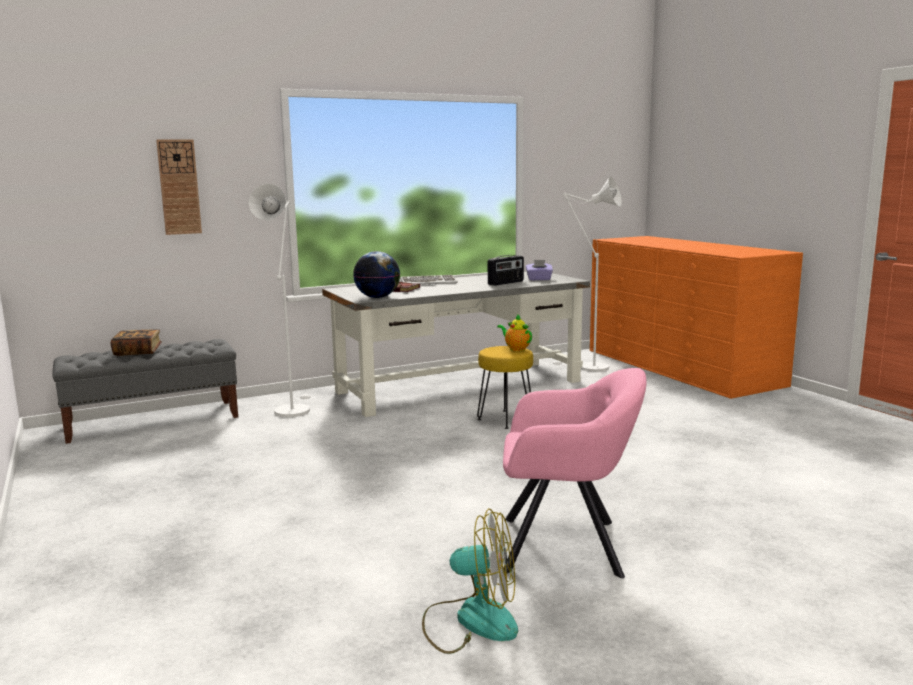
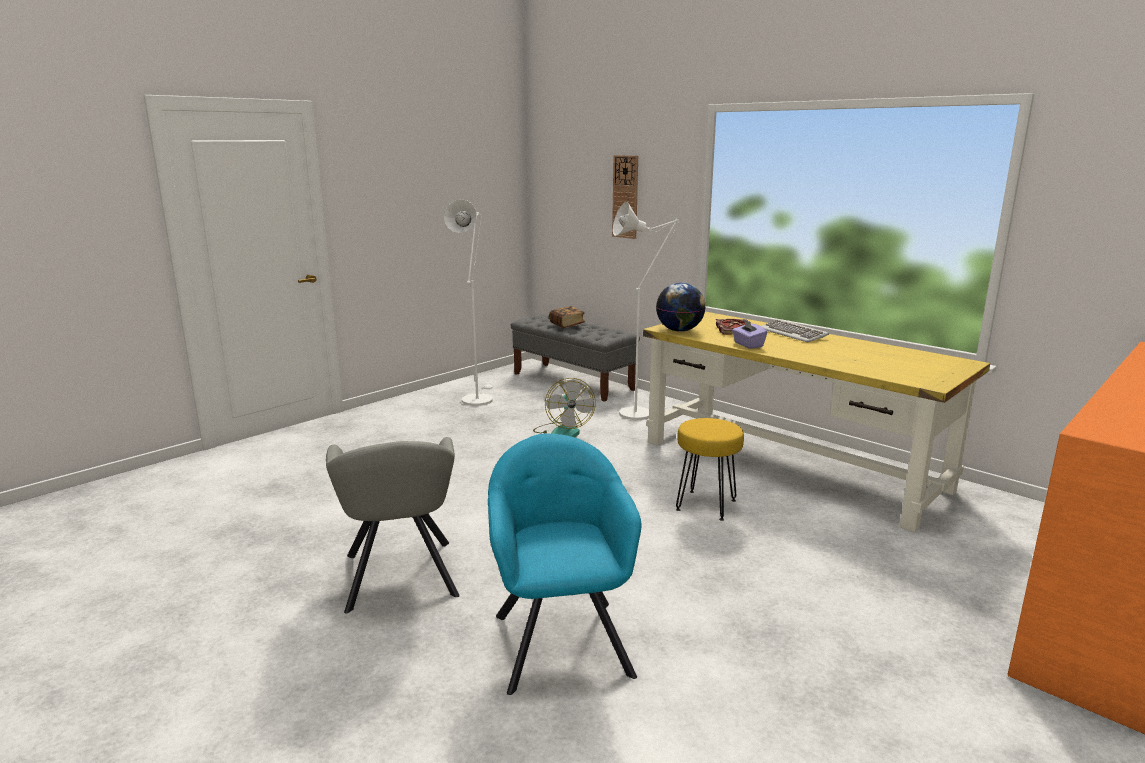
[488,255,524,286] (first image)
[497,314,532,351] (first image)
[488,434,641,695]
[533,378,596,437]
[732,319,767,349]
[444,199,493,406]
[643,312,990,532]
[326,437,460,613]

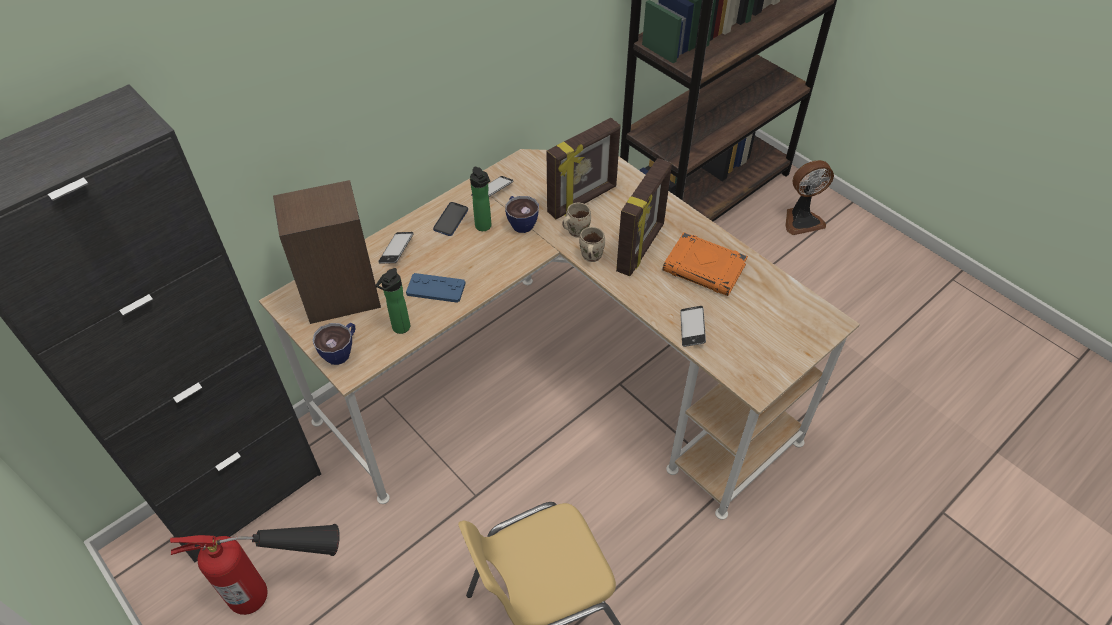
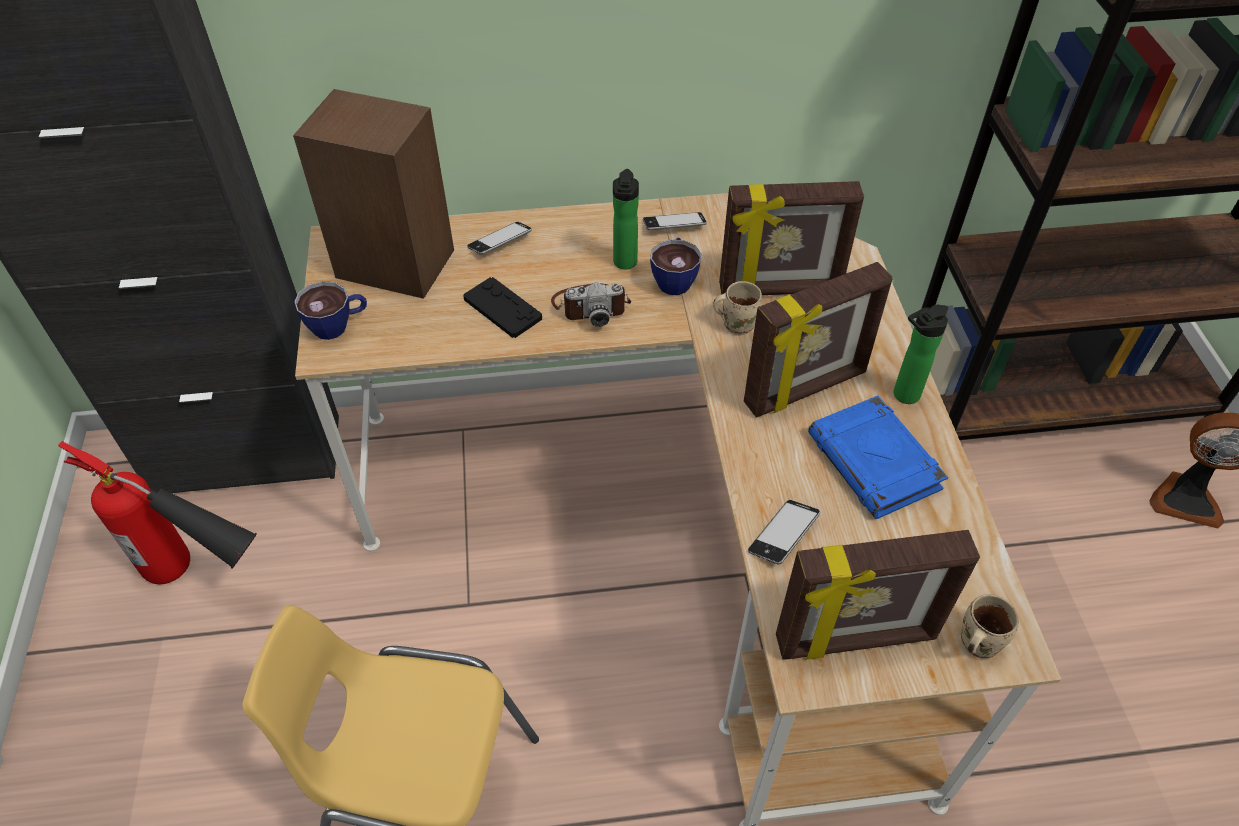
[433,202,468,236] (first image)
[551,282,631,327]
[776,530,980,660]
[893,305,948,404]
[961,594,1019,659]
[463,277,542,338]
[808,396,948,519]

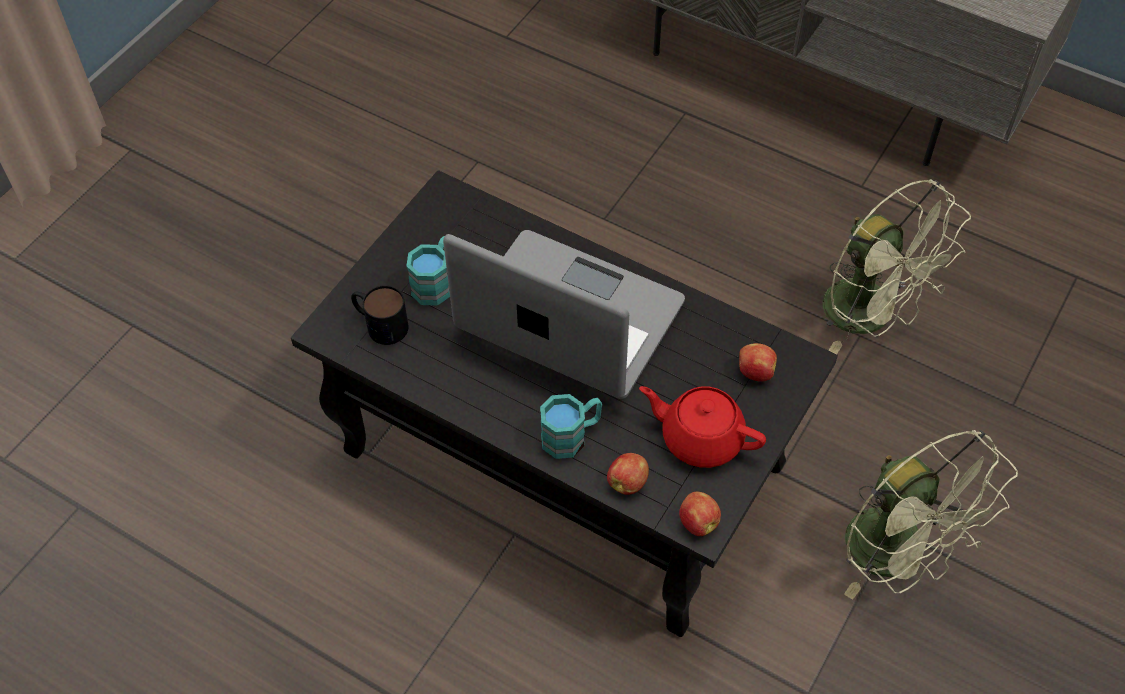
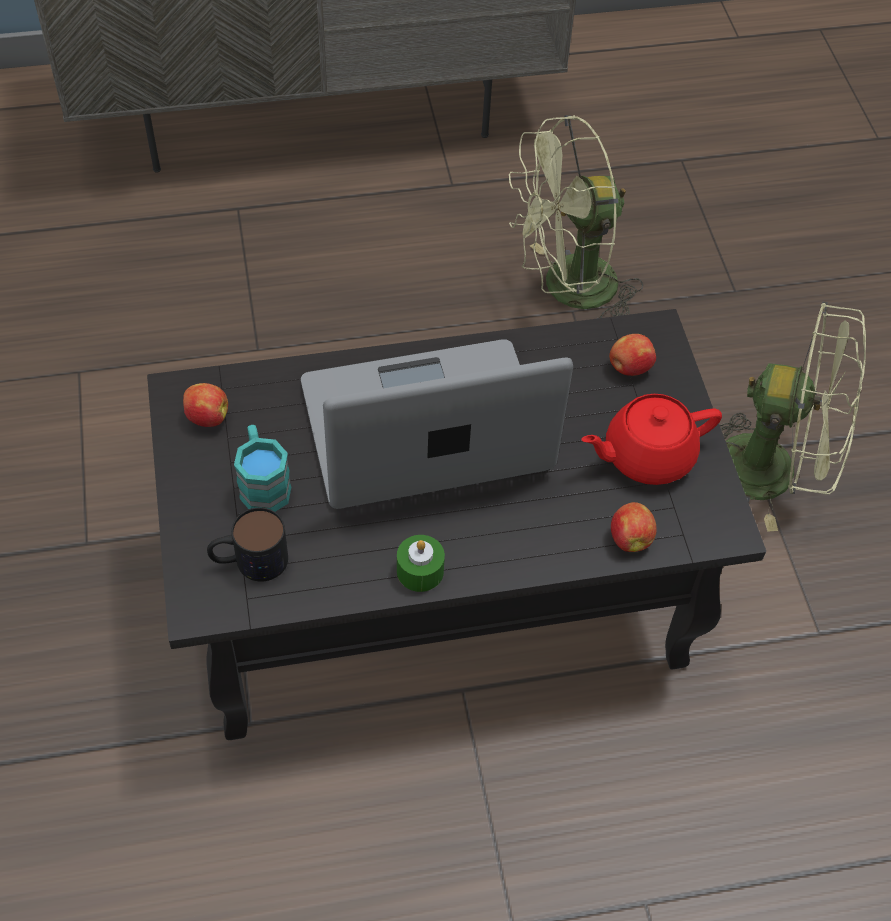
[540,394,602,459] (first image)
[397,535,445,592]
[183,383,228,427]
[509,115,643,319]

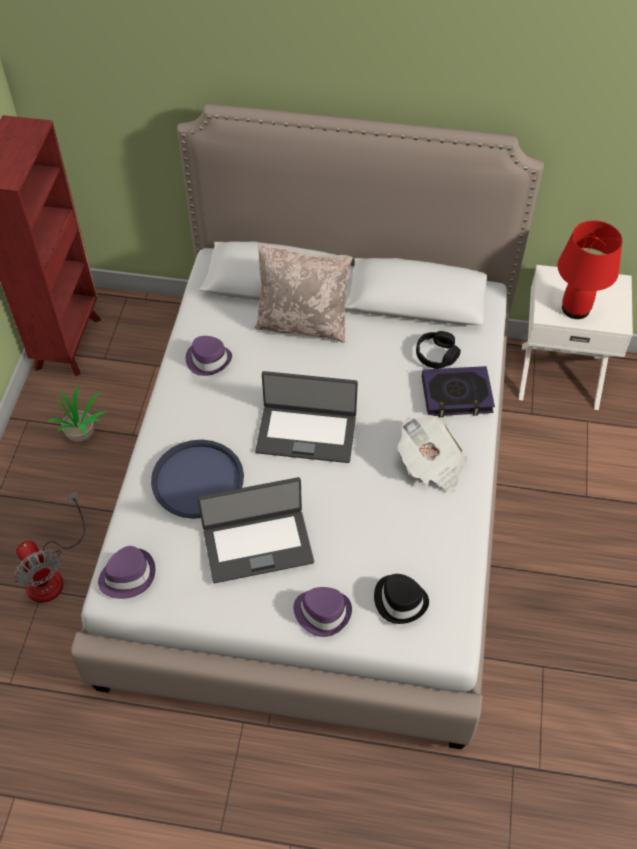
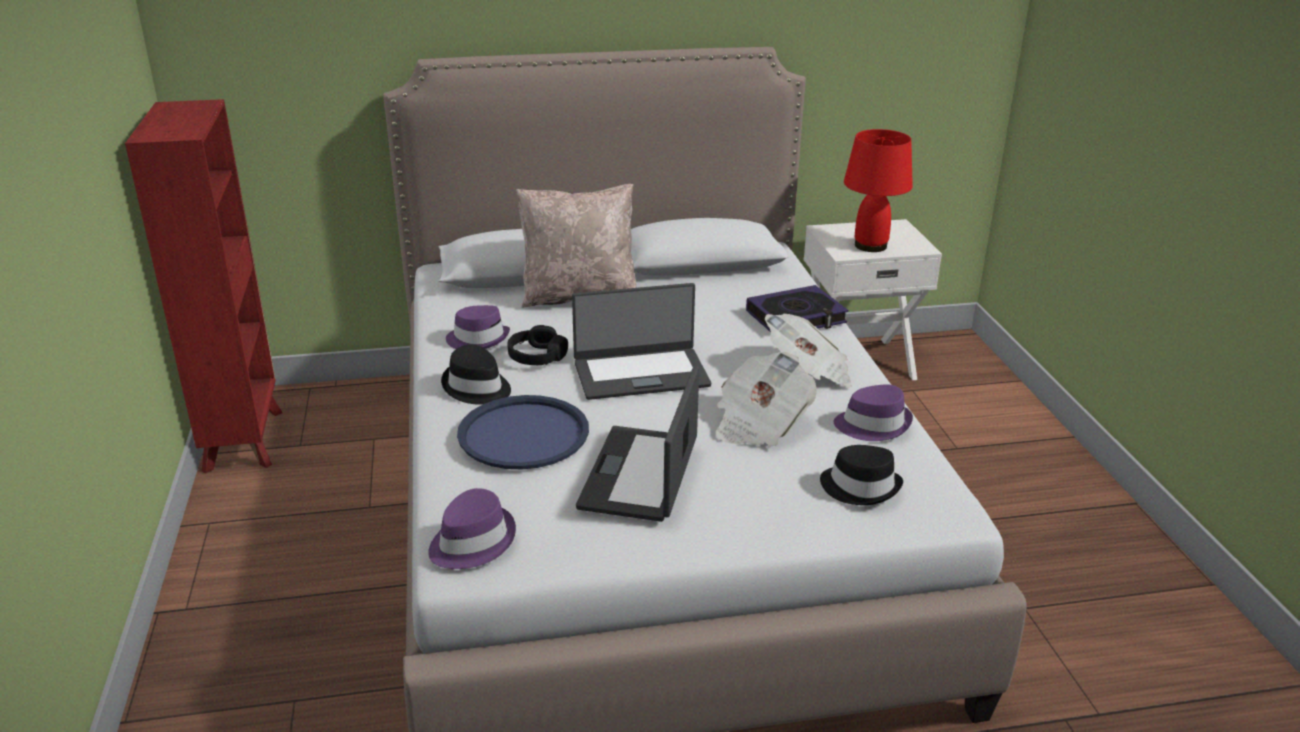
[14,492,85,603] (first image)
[48,383,107,442] (first image)
[441,344,511,405]
[716,352,817,447]
[834,384,913,441]
[508,325,568,365]
[576,365,699,522]

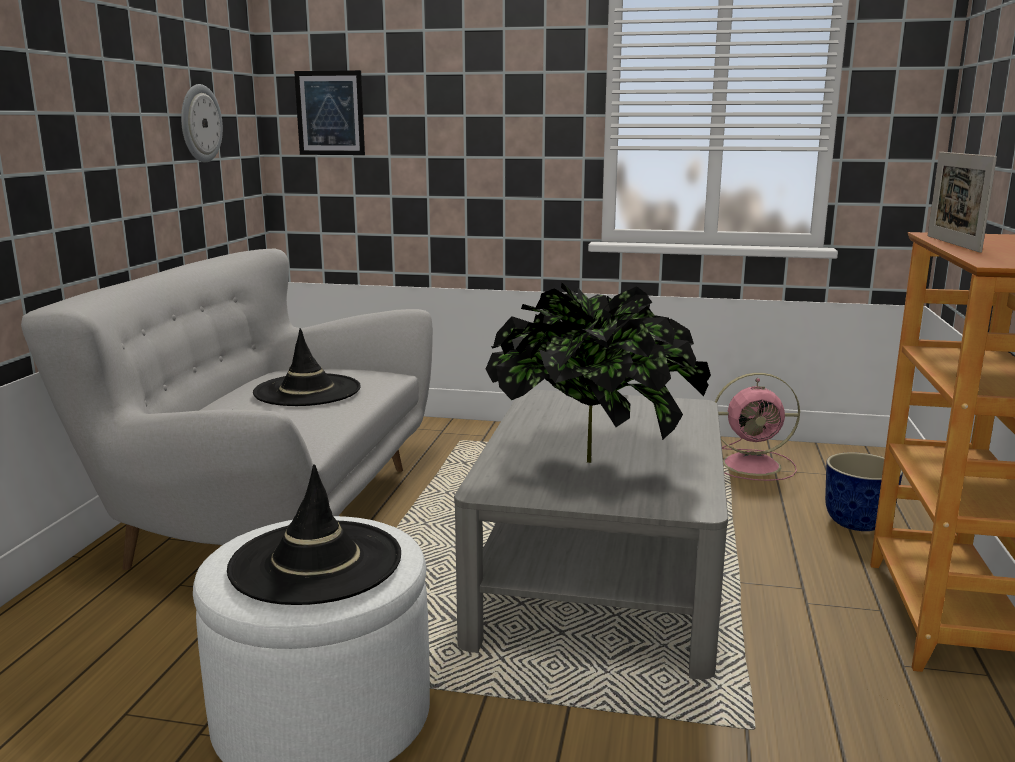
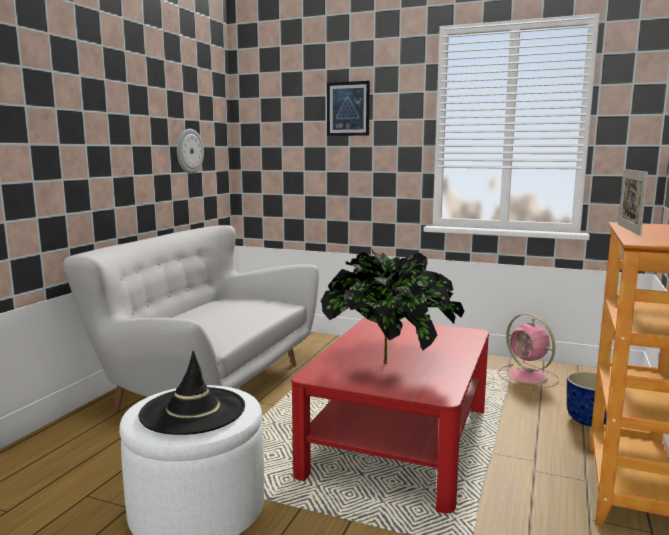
[253,328,360,406] (first image)
[327,81,370,136]
[291,318,489,513]
[498,314,560,389]

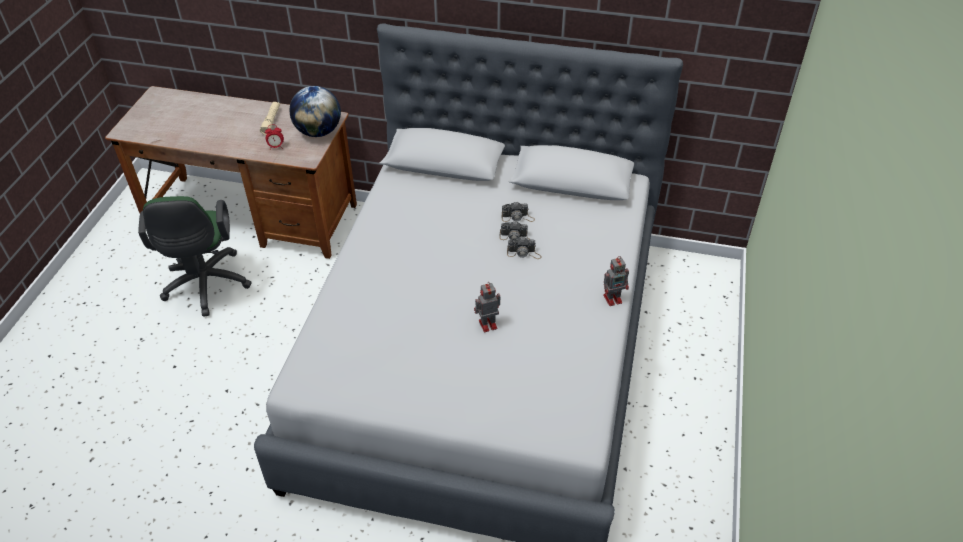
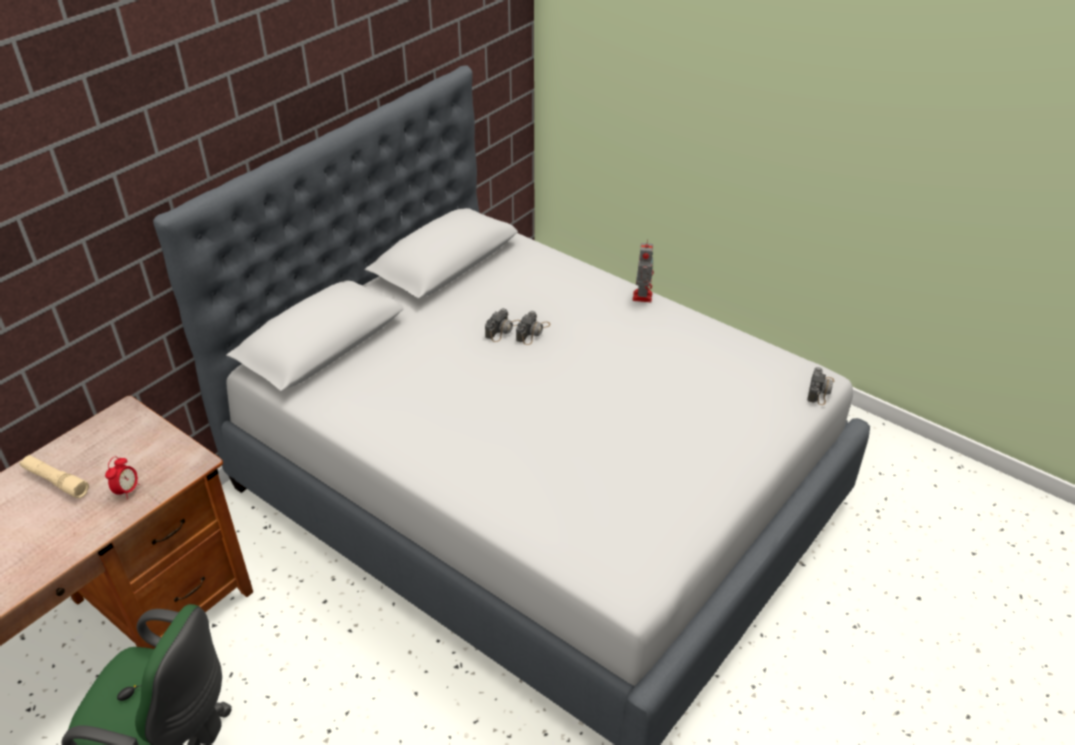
[289,86,341,137] (first image)
[474,282,501,332] (first image)
[807,367,834,405]

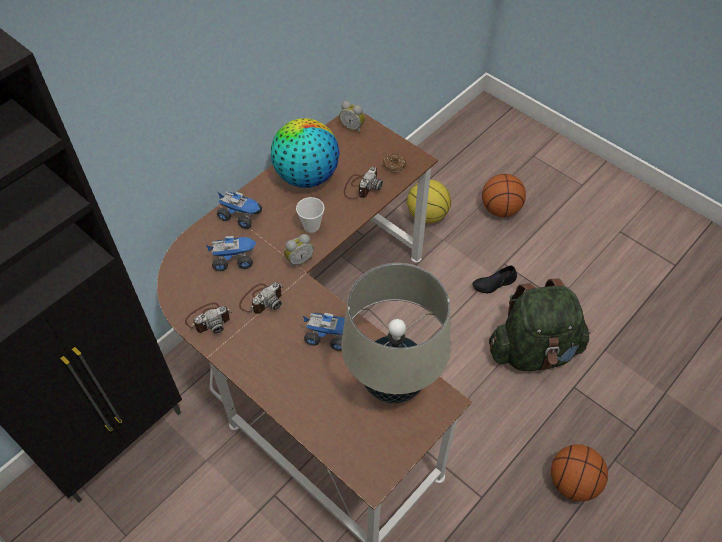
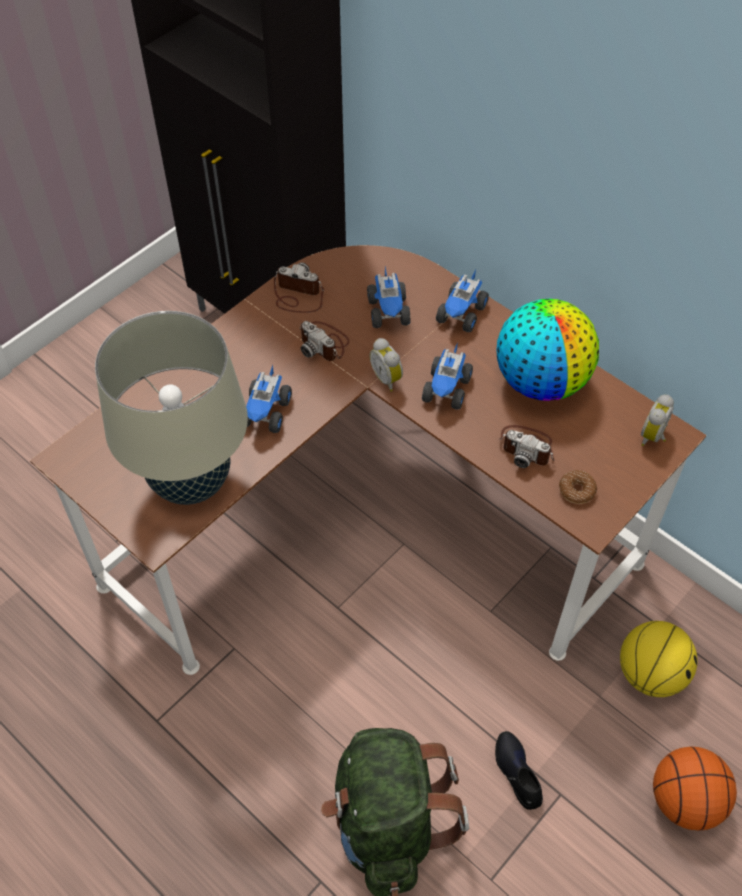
[551,444,608,501] (first image)
[422,344,473,410]
[274,263,324,313]

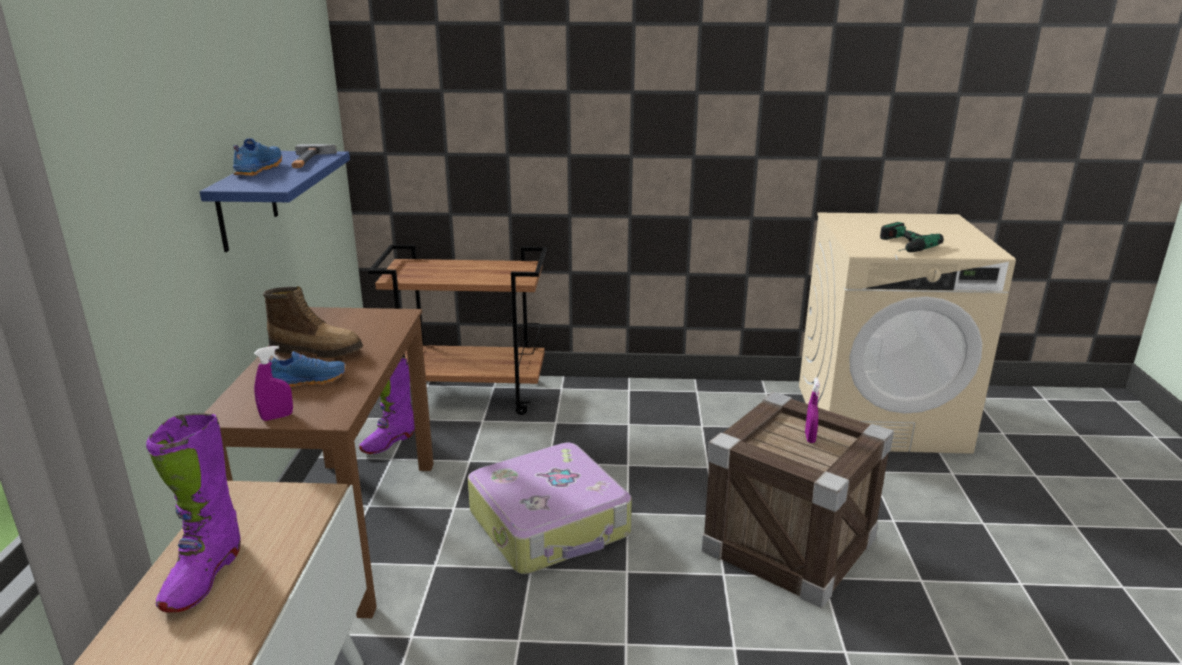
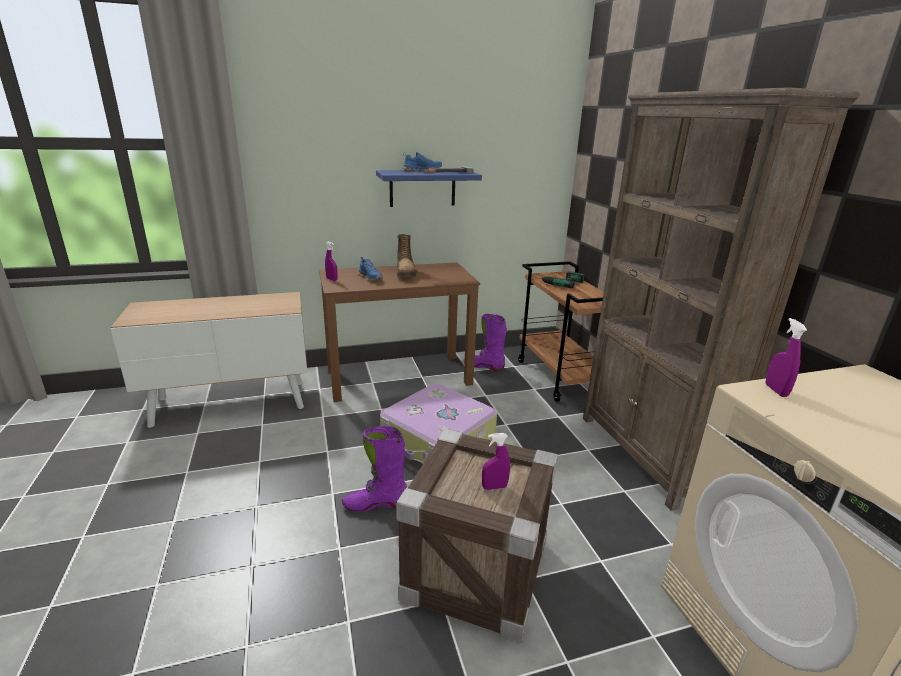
[583,87,860,511]
[766,318,807,397]
[342,426,407,512]
[535,271,585,288]

